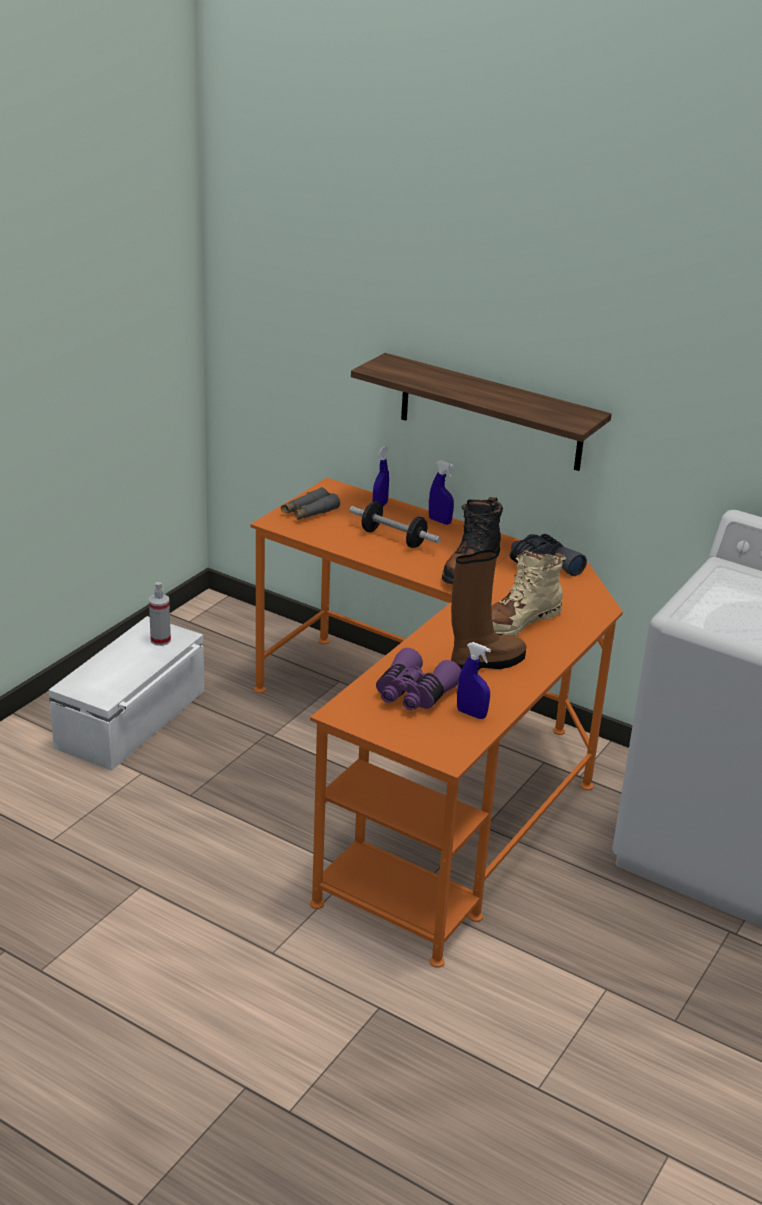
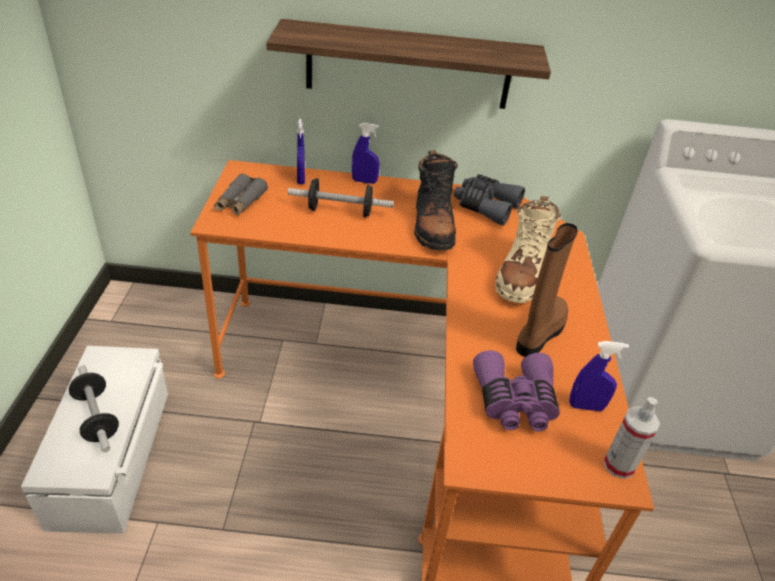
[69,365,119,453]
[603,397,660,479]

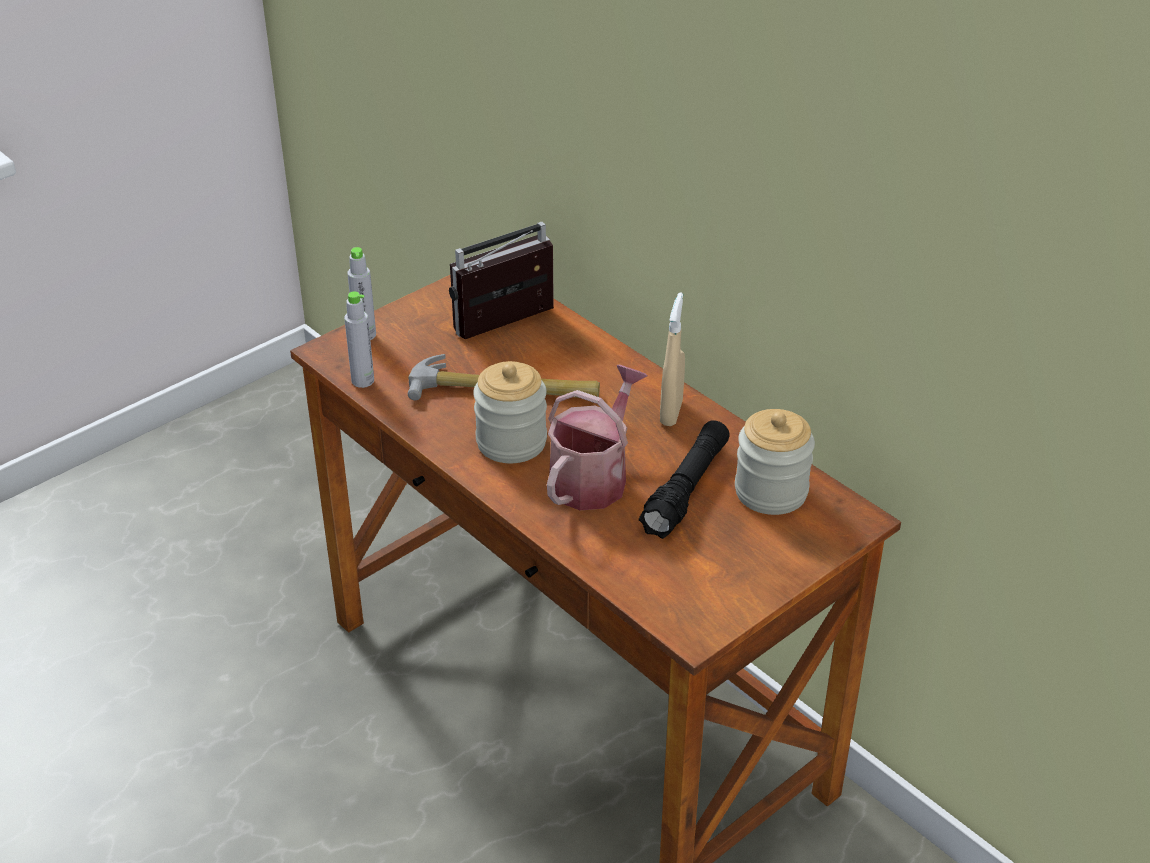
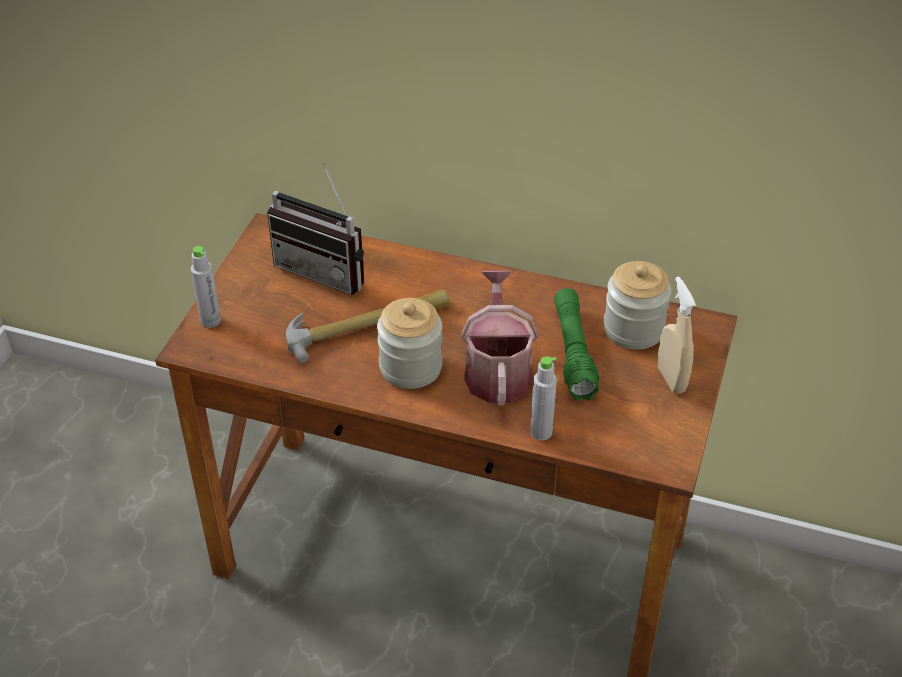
[530,356,557,441]
[658,277,696,394]
[554,288,599,401]
[267,161,364,295]

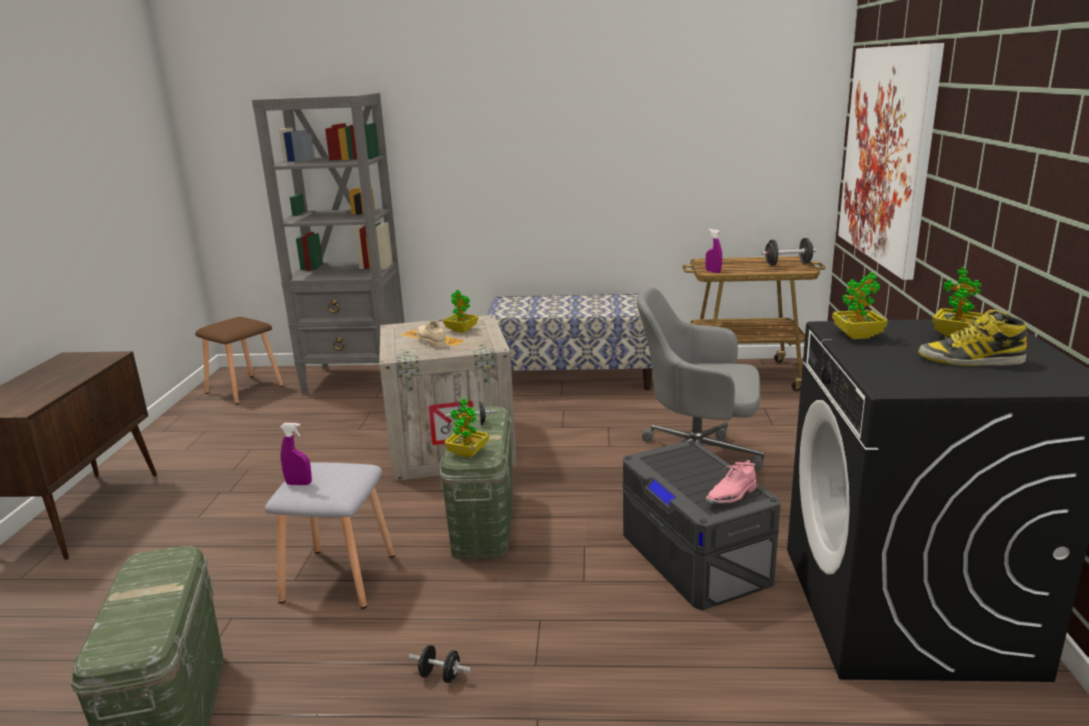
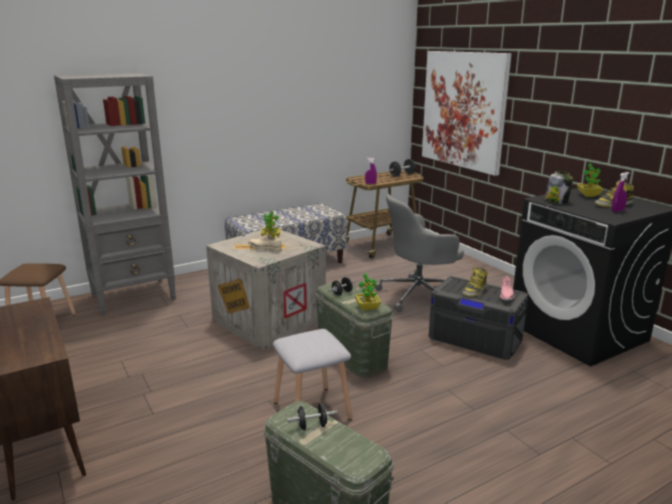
[462,267,488,297]
[612,172,630,212]
[287,403,337,430]
[545,171,573,204]

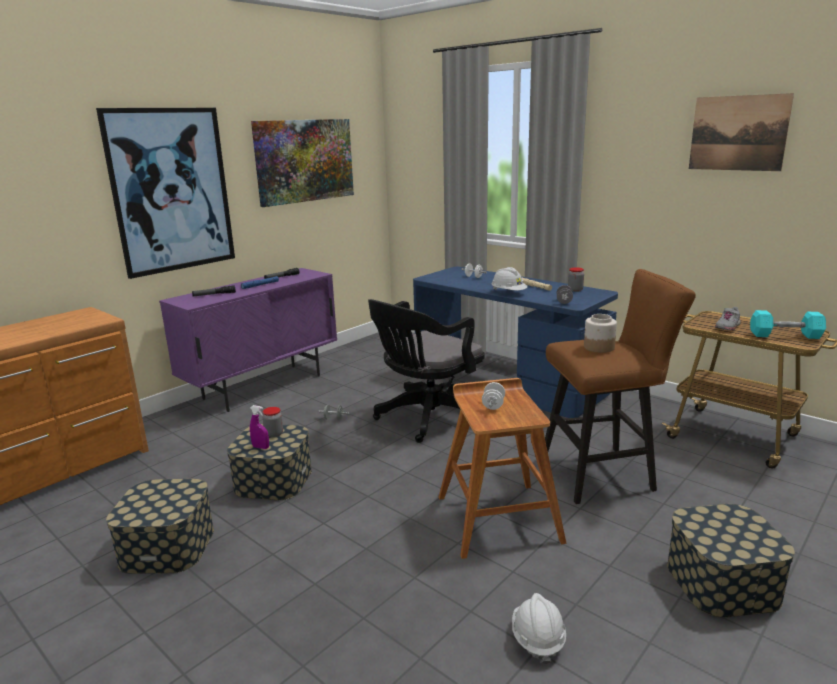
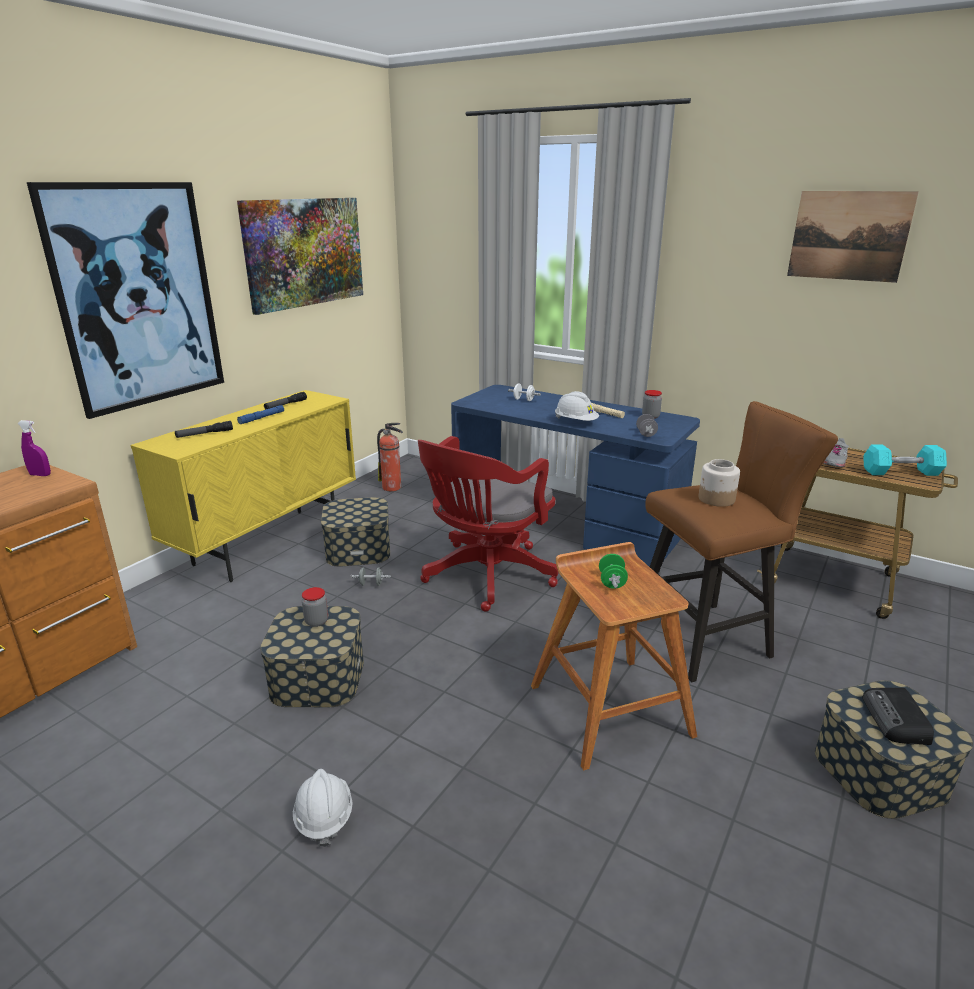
[377,423,403,491]
[862,688,934,745]
[321,497,390,567]
[17,420,51,476]
[293,769,353,847]
[131,390,356,582]
[418,436,559,612]
[599,554,628,589]

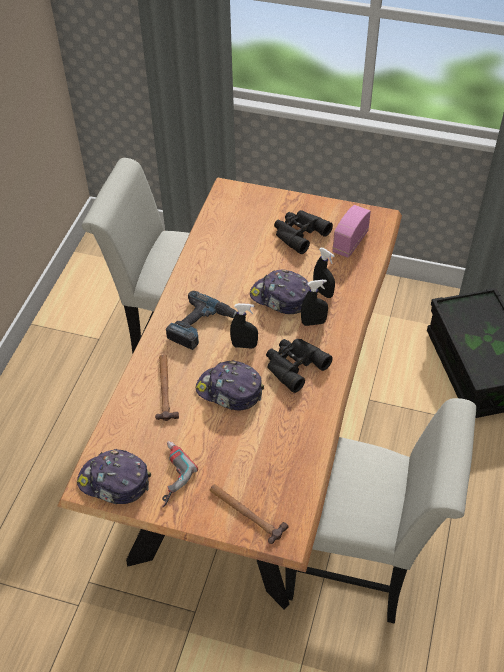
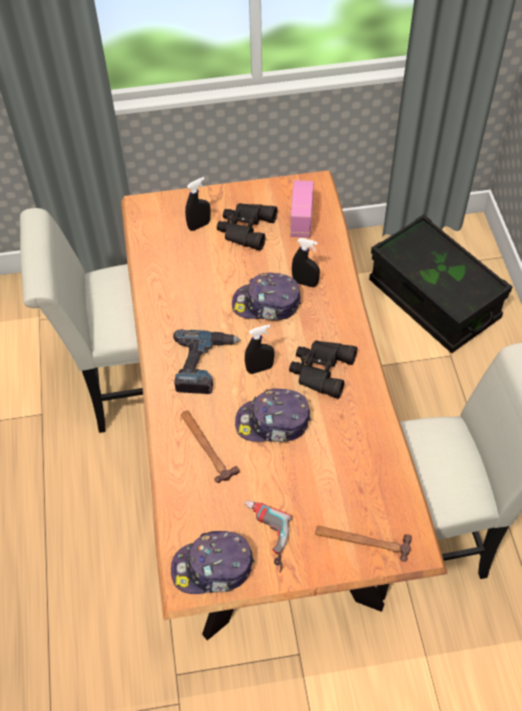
[185,177,210,231]

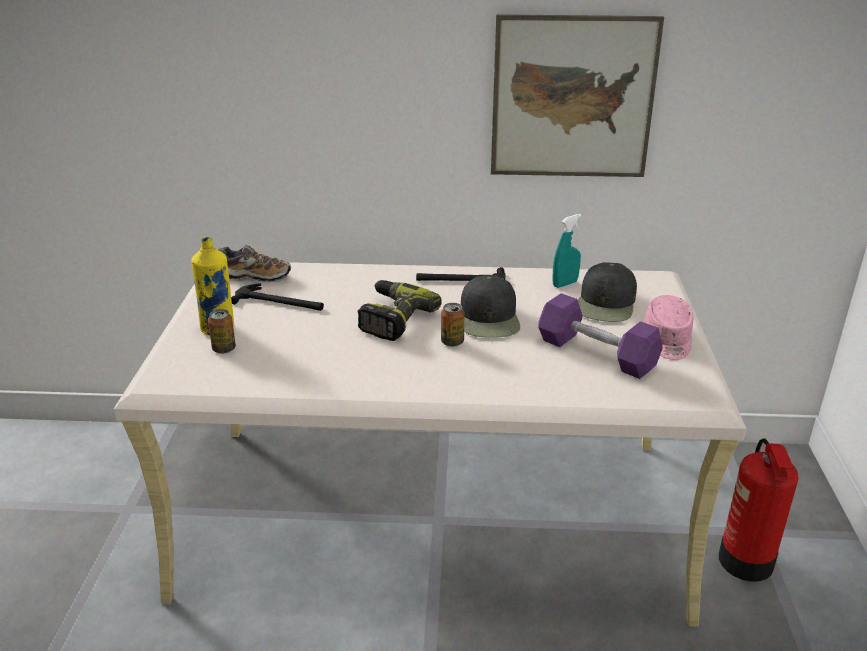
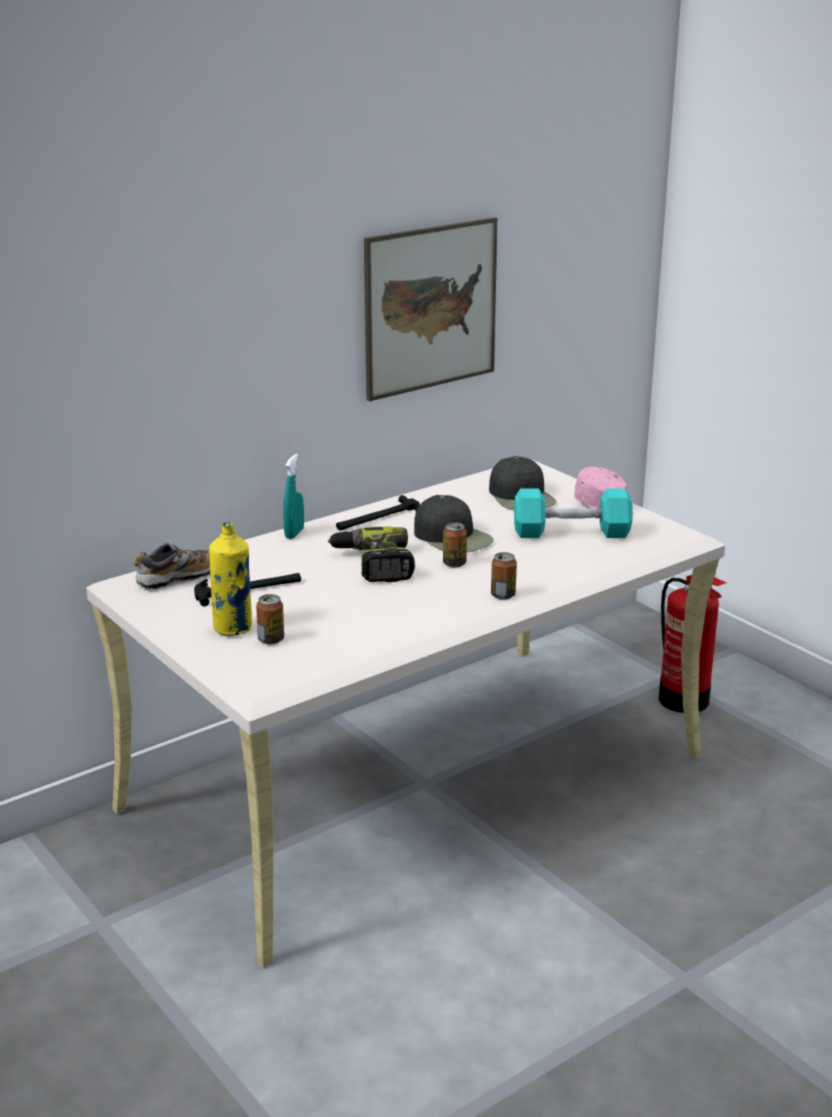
[491,552,517,600]
[283,454,304,539]
[514,488,633,538]

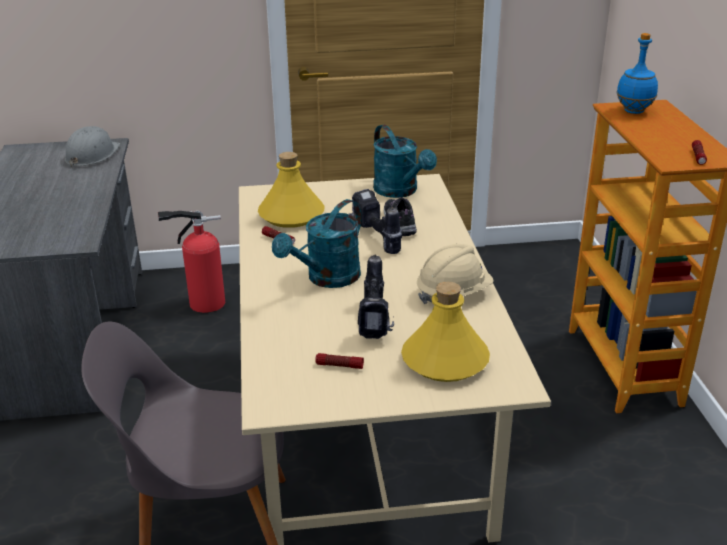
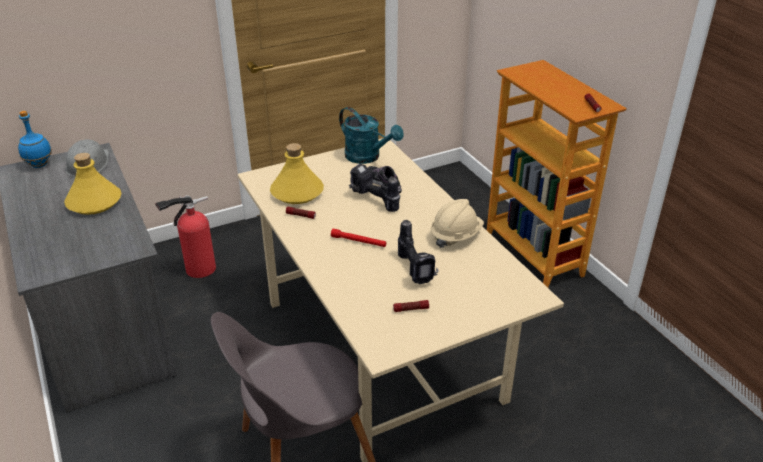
[64,153,122,215]
[18,111,52,168]
[331,229,386,247]

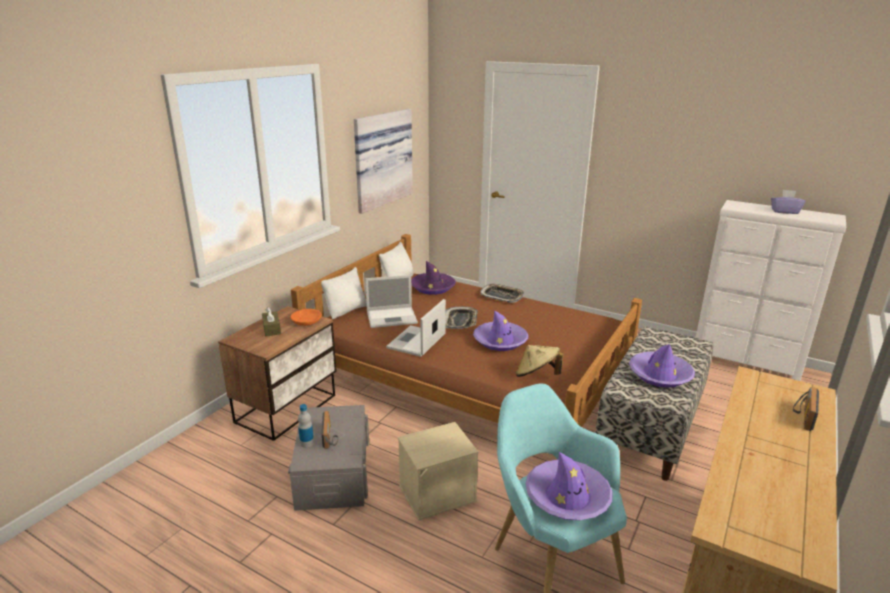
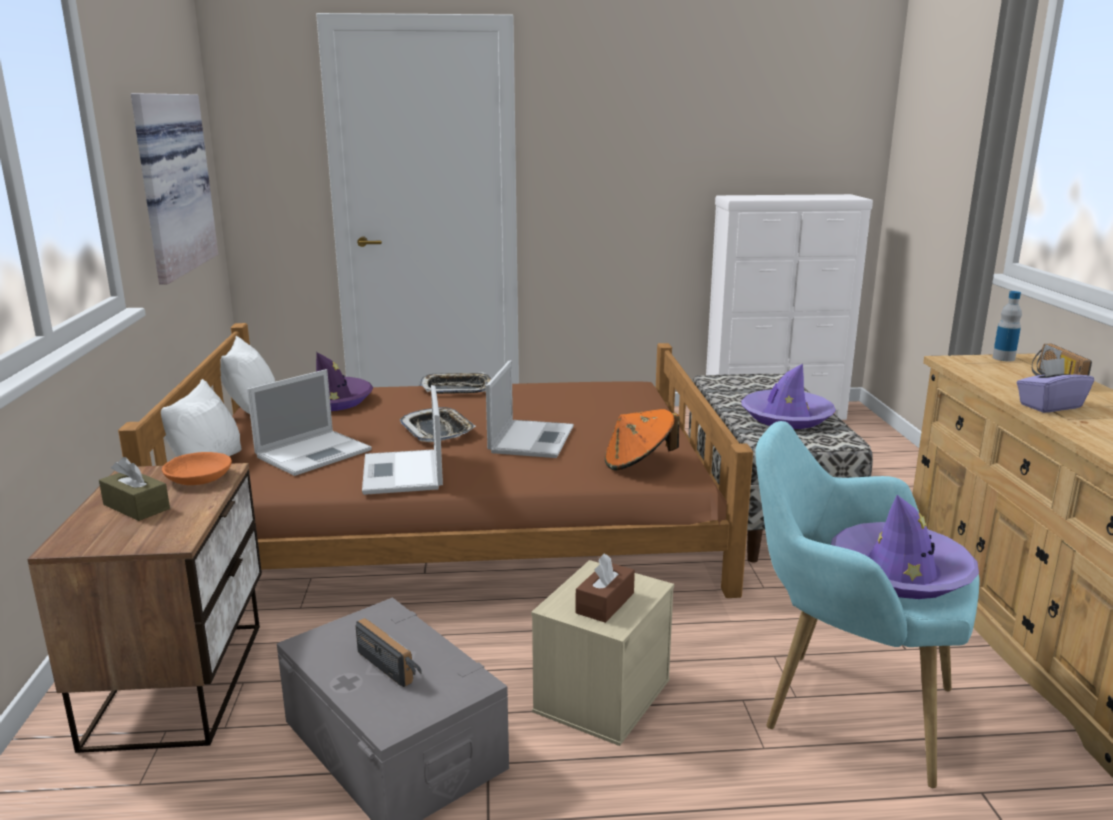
[575,553,635,623]
[993,291,1022,361]
[1016,358,1094,413]
[486,360,574,458]
[605,409,680,471]

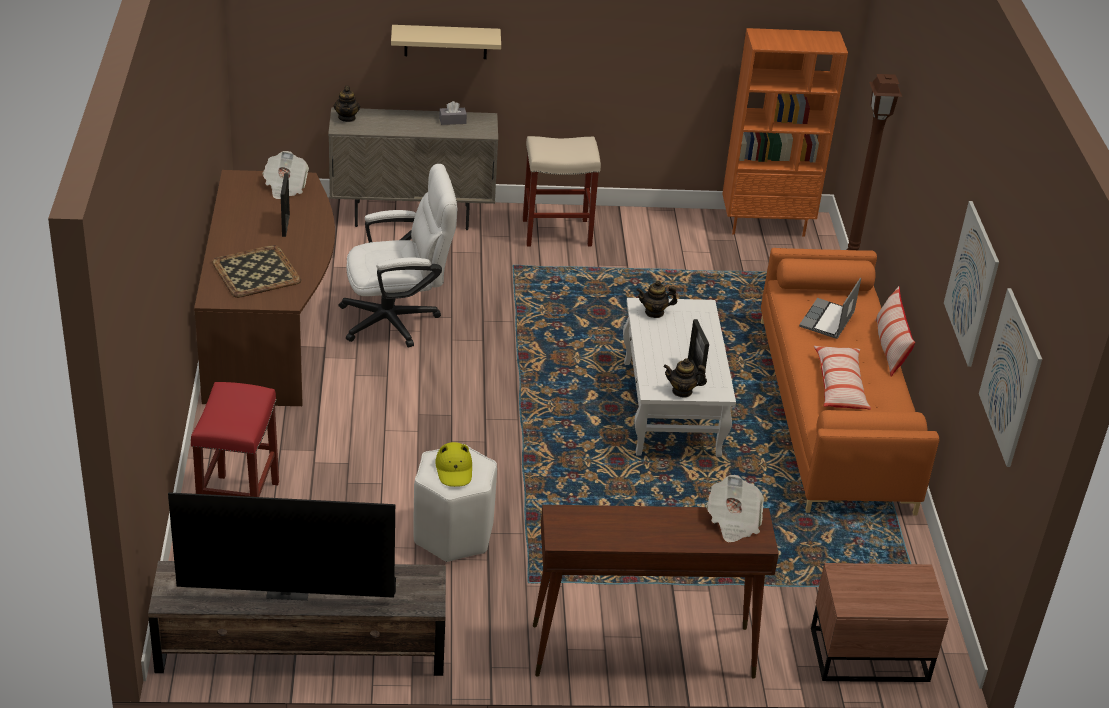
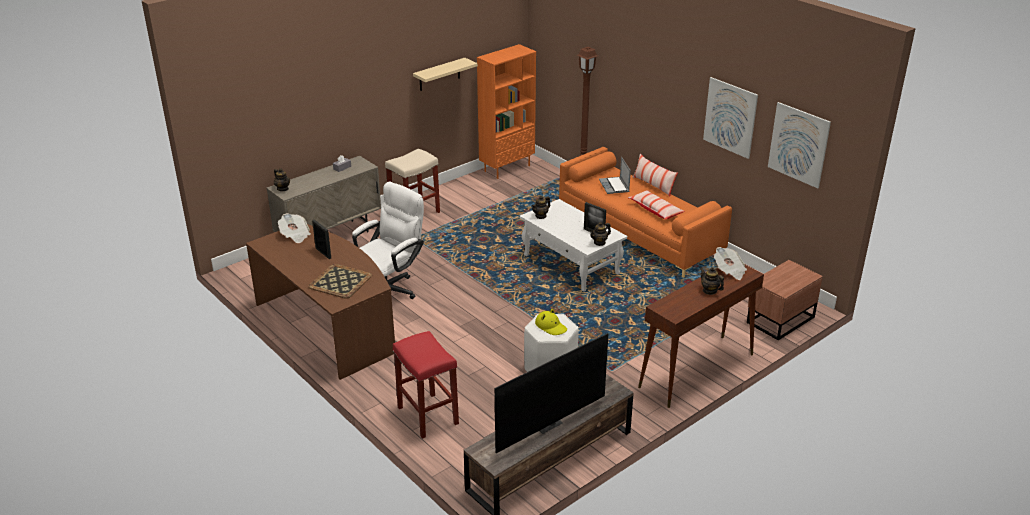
[700,267,724,295]
[413,58,478,91]

